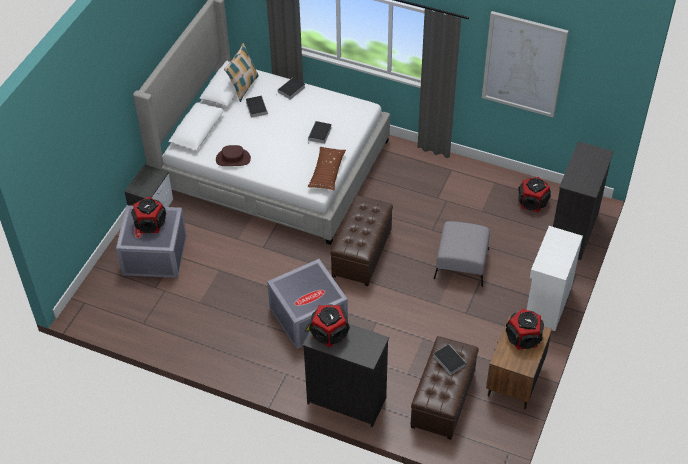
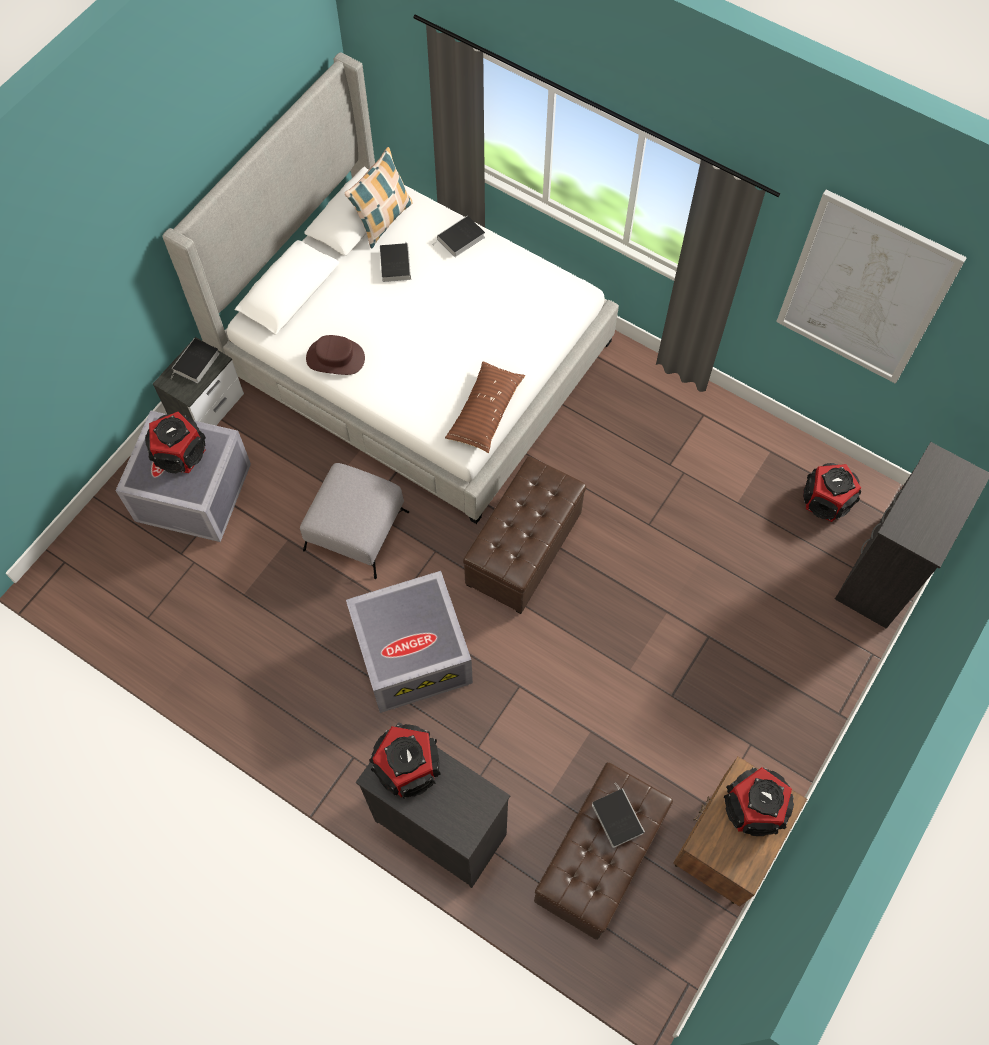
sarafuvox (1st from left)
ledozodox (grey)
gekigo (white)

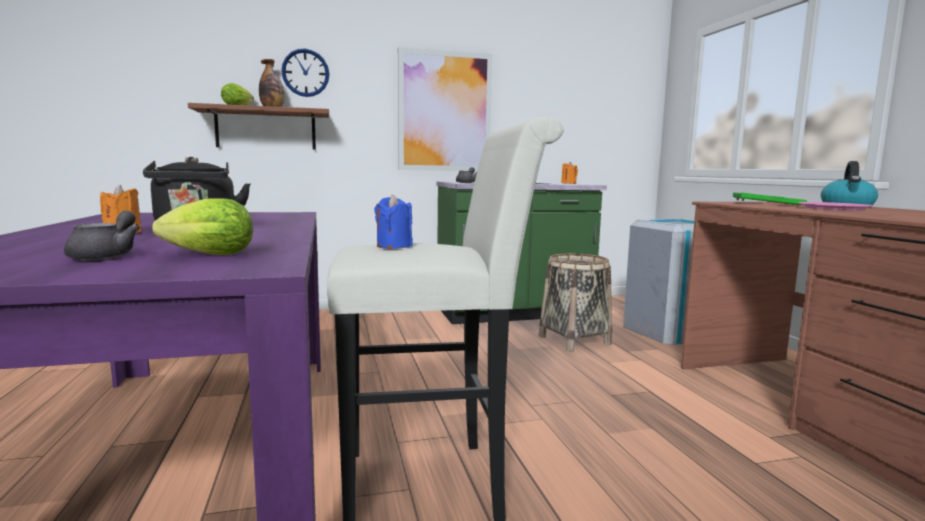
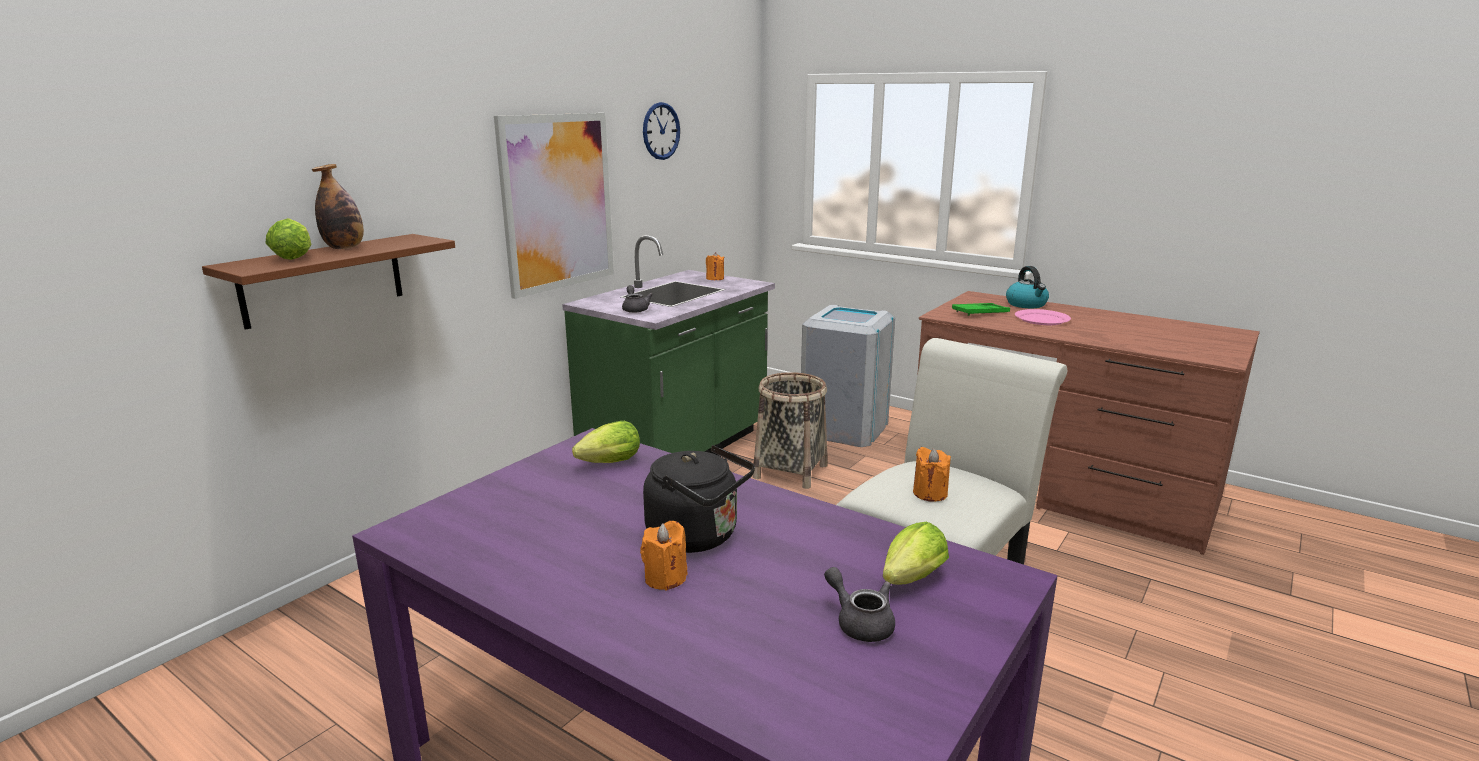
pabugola (2nd from left)
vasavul
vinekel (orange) (3rd from left)

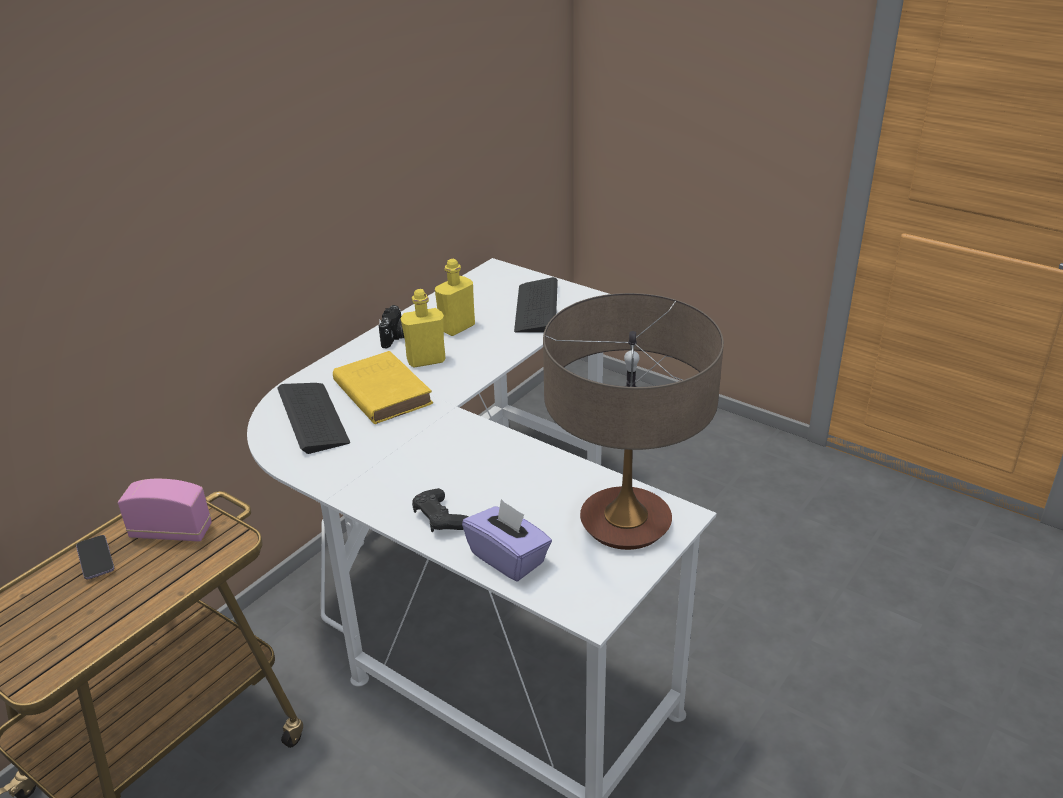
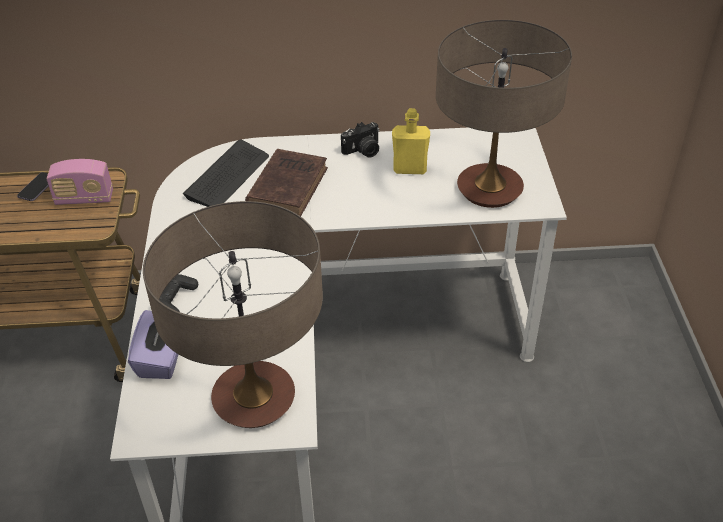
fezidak
sarafuvox (brown)
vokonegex (2nd from left)
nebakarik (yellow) (1st from left in the first image)

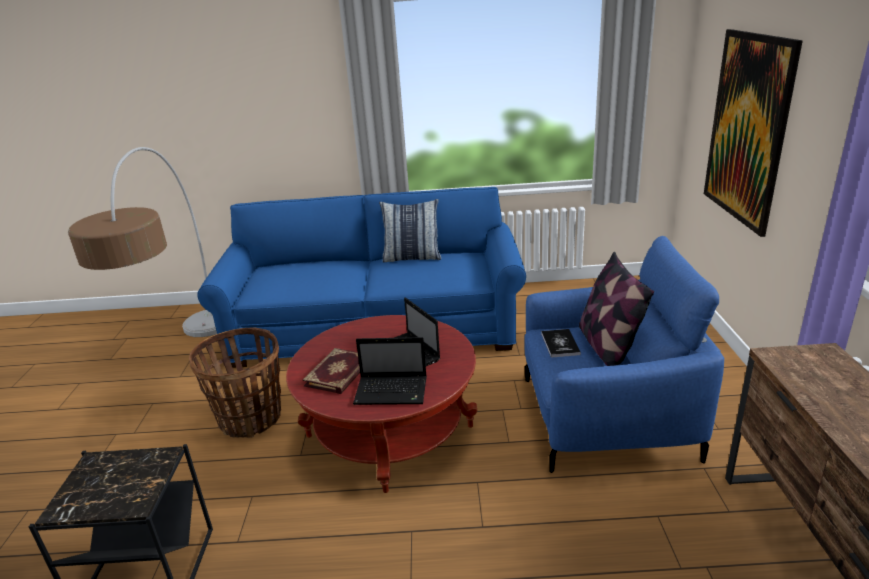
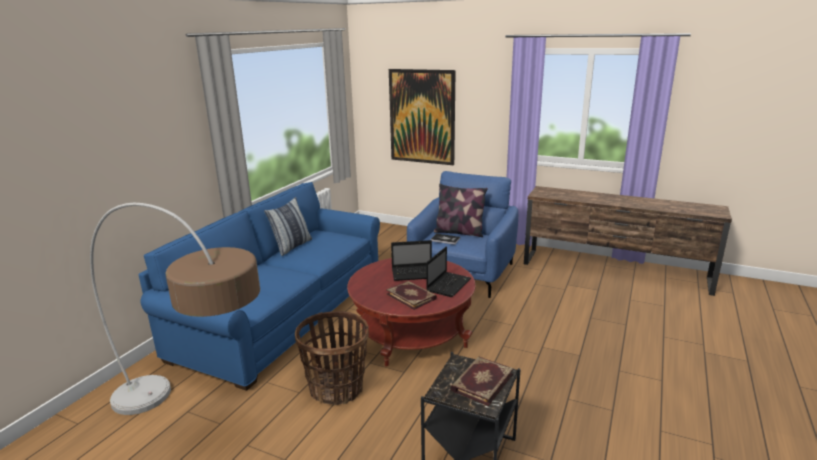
sarafuvox (3rd from left)

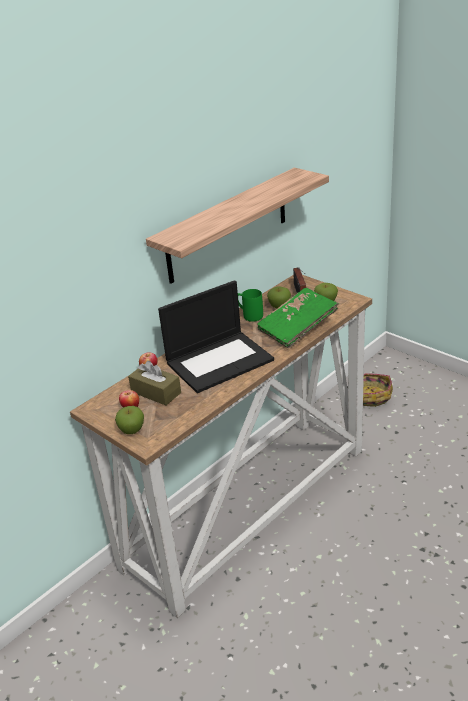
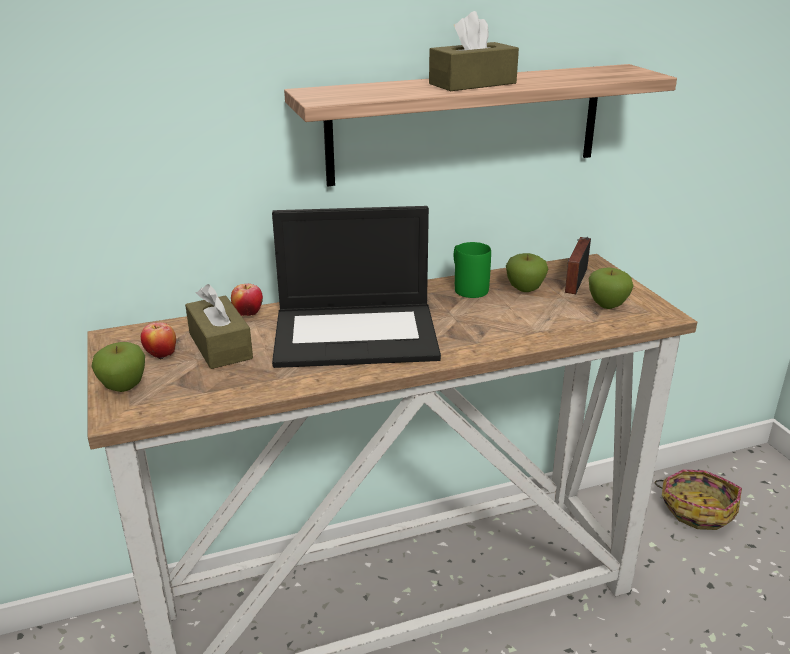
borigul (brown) (2nd from left)
sarafuvox (green)

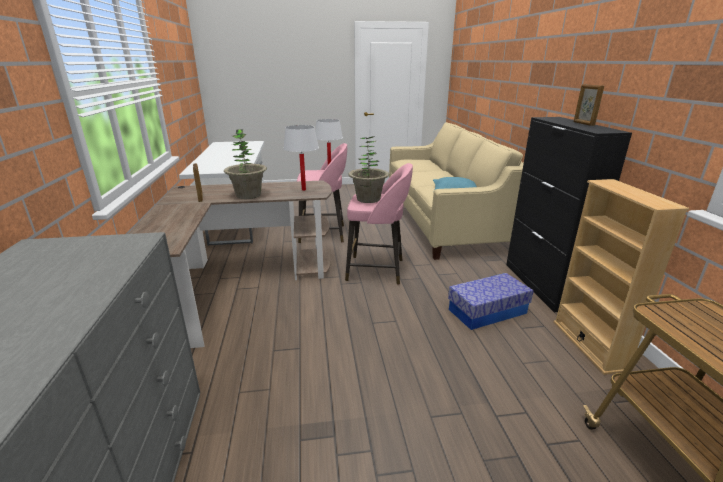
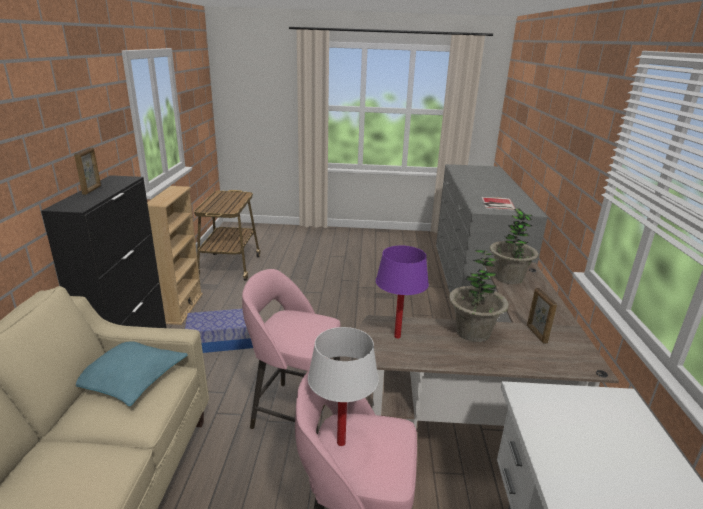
vokonegex (purple)
sarafuvox
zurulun (2nd from left)

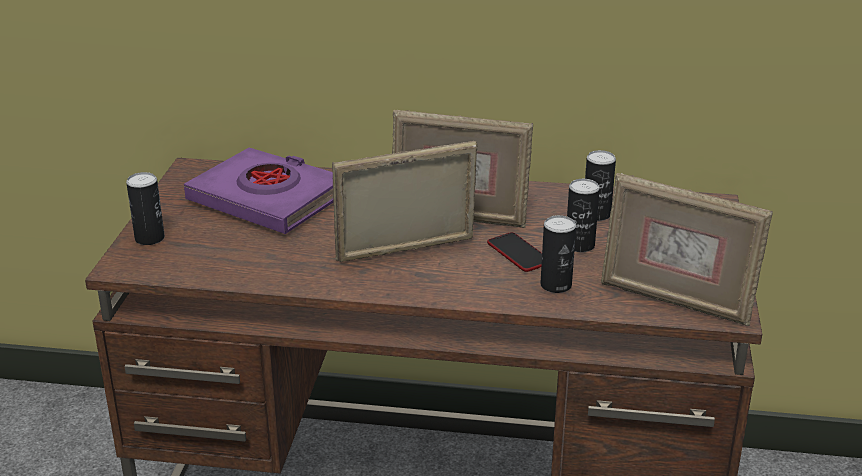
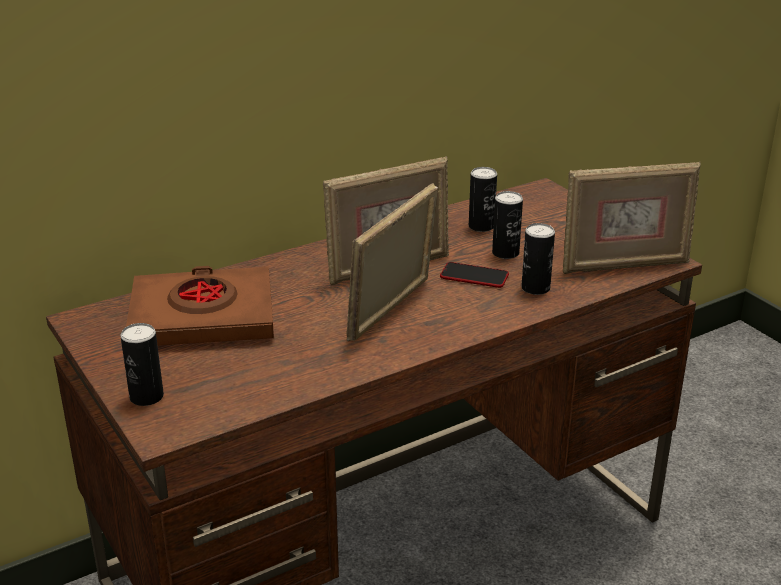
sarafuvox (brown)

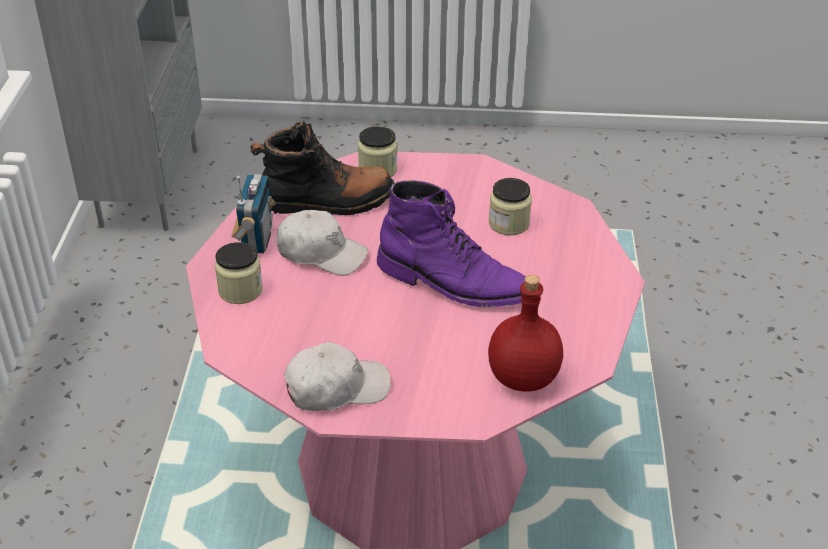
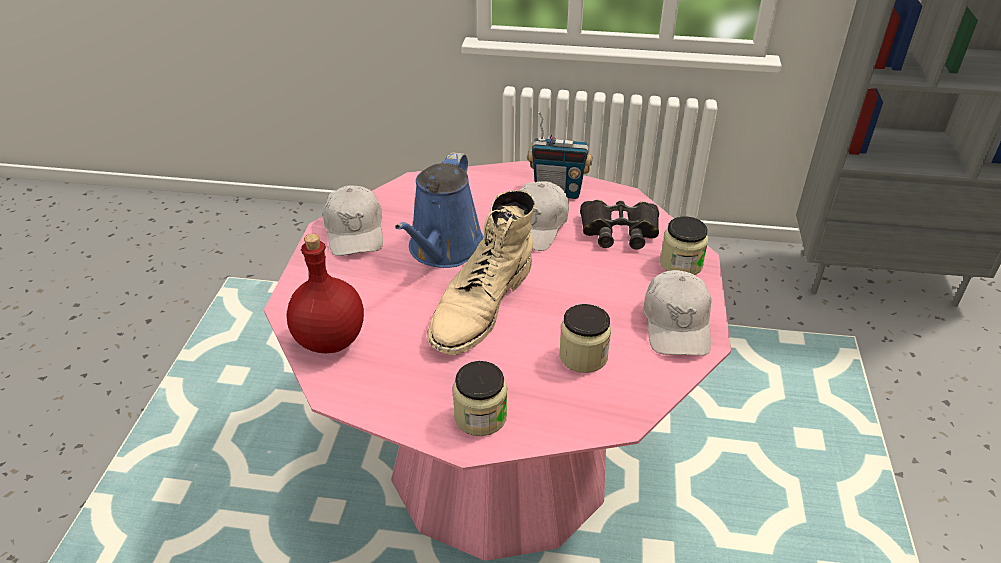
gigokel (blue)
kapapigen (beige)
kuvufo (1st from left)
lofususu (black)
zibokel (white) (3rd from left)

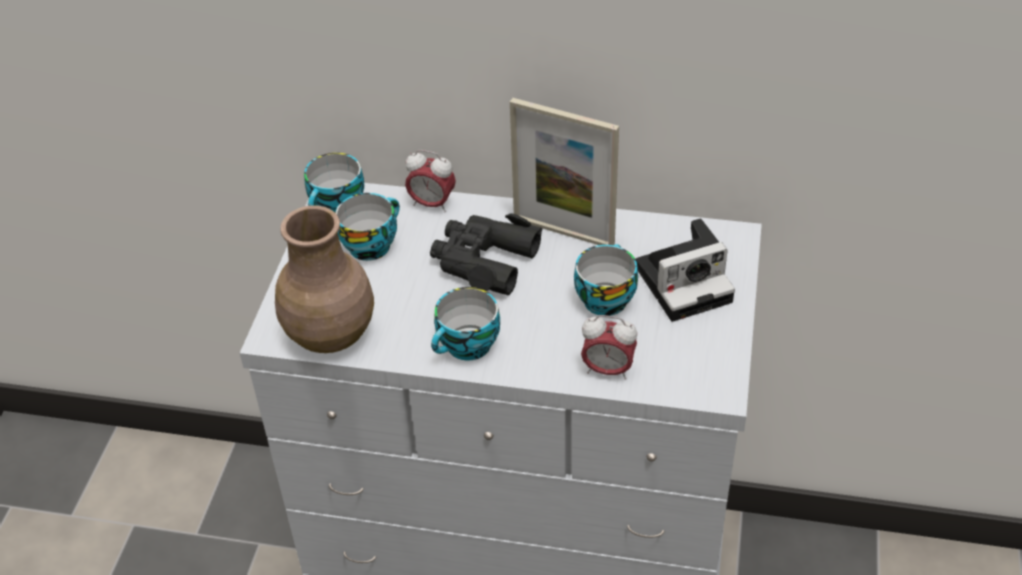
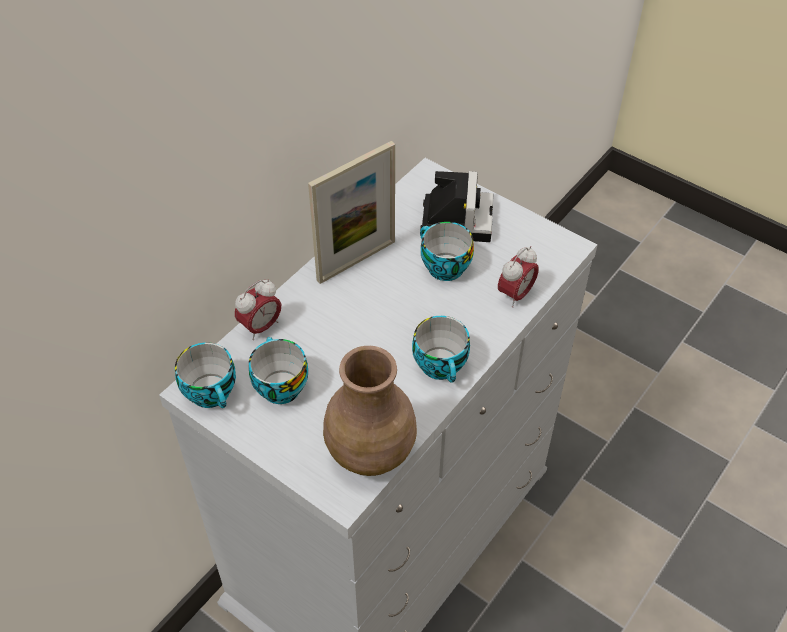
lofususu (black)

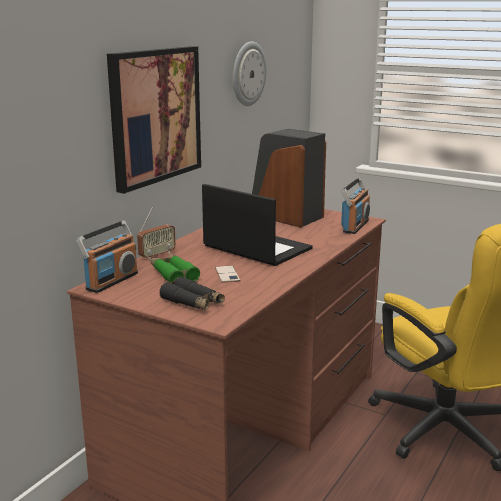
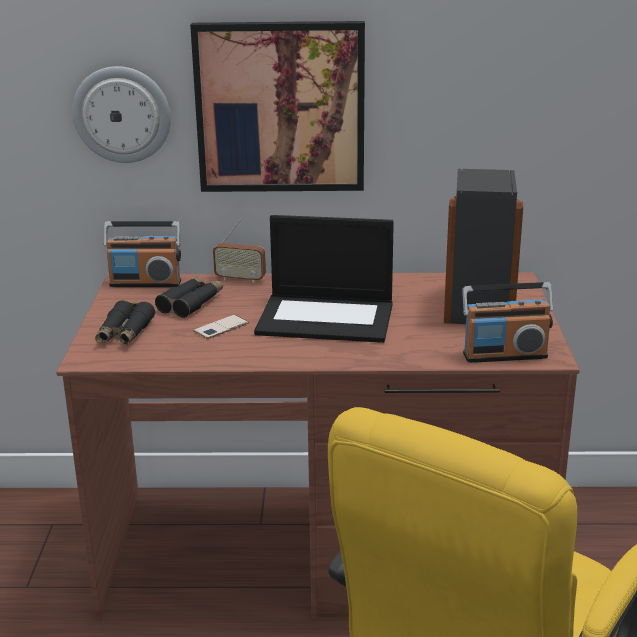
vasavul
lofususu (black) (2nd from left)
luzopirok

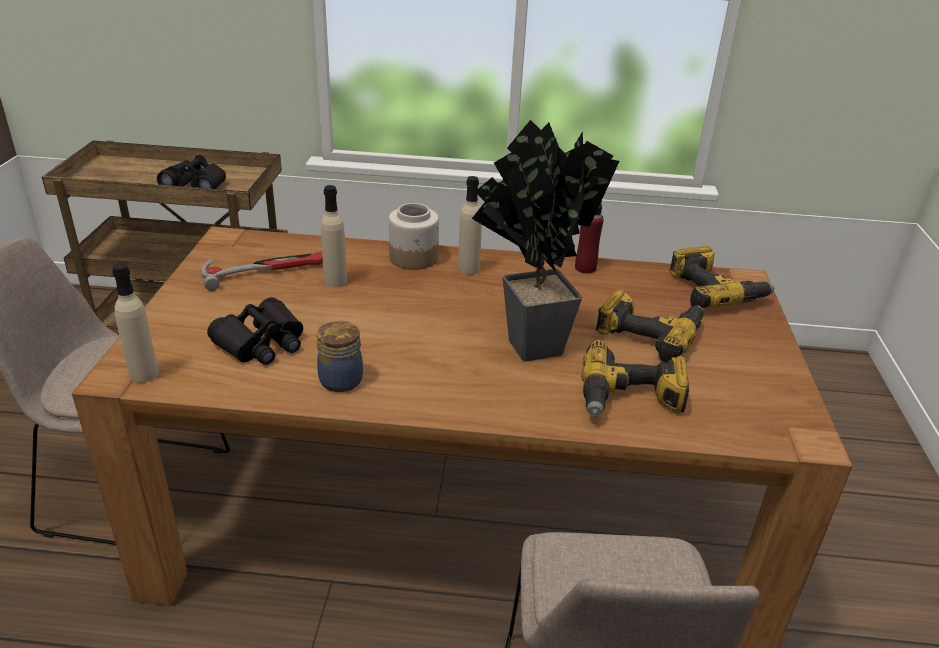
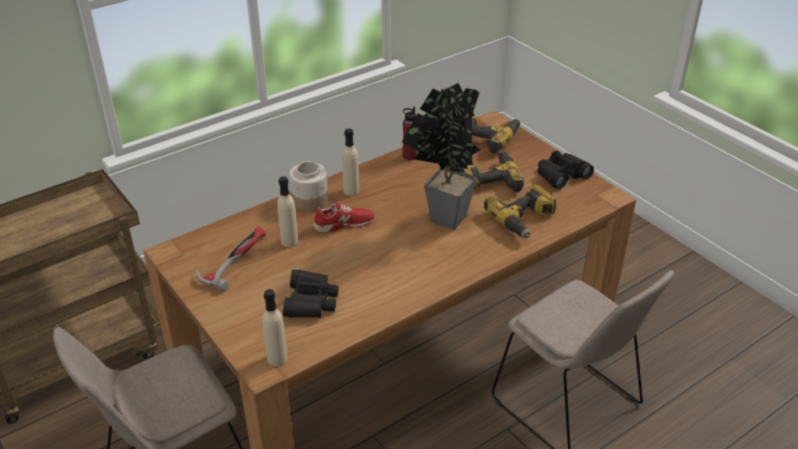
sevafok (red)
lofususu (black) (2nd from left)
kuvufo (1st from left in the first image)

